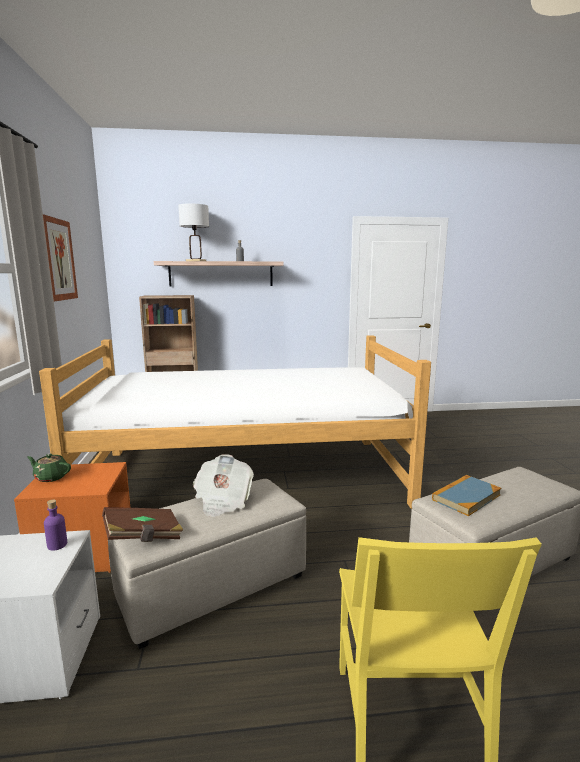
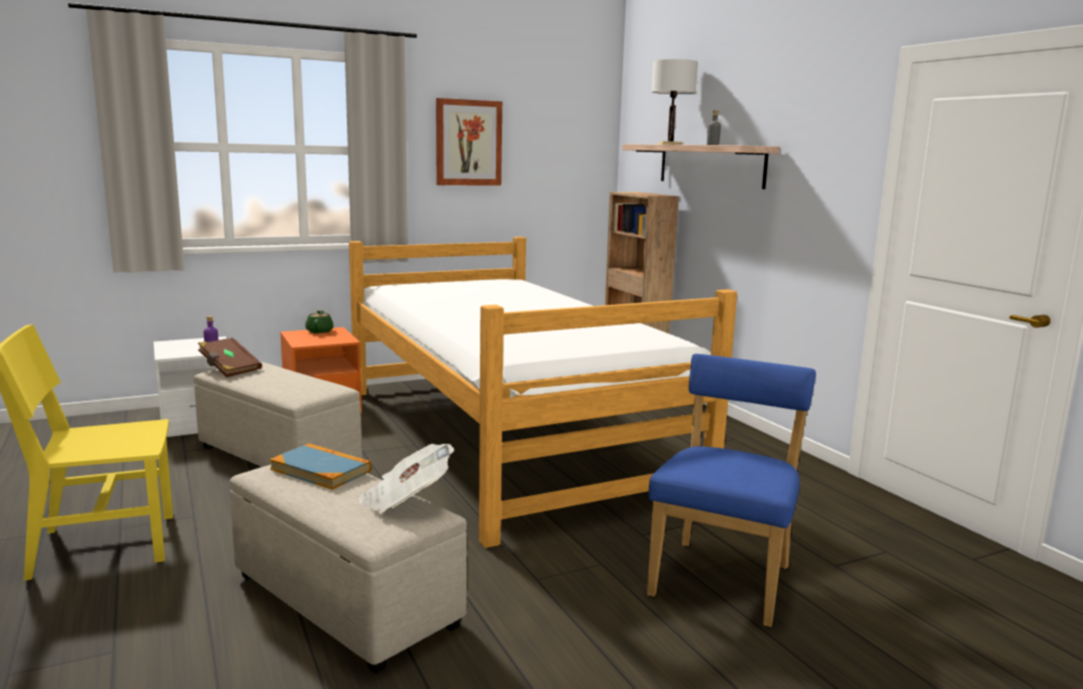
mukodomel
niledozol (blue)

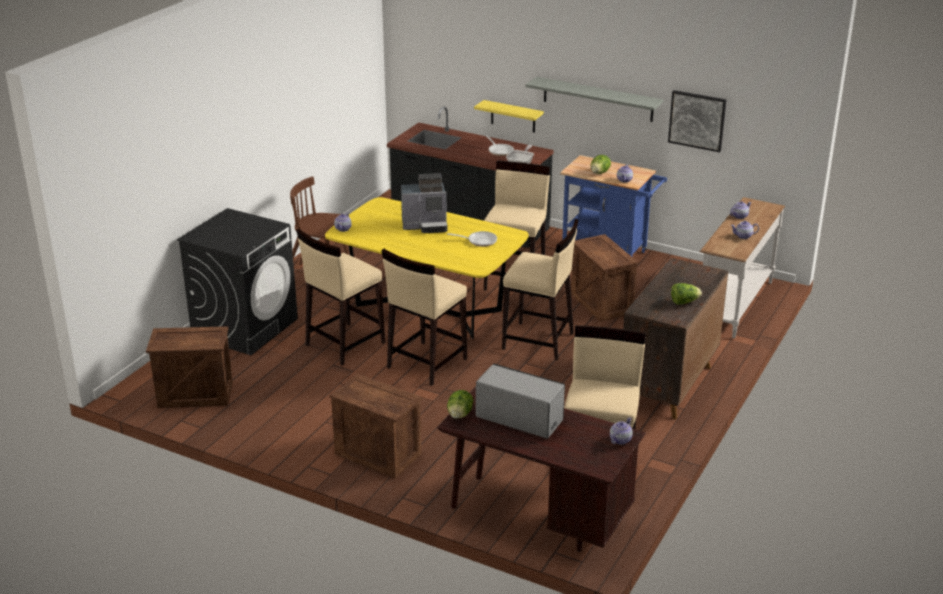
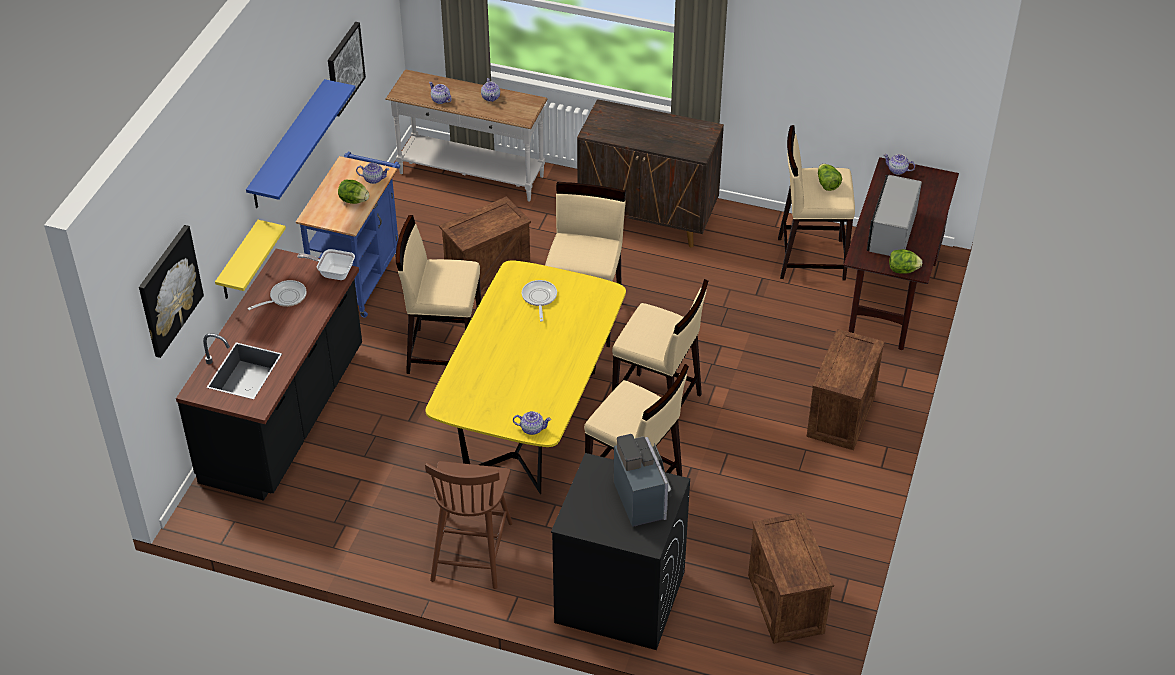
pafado (1st from left)
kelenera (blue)
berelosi
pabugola (2nd from left)

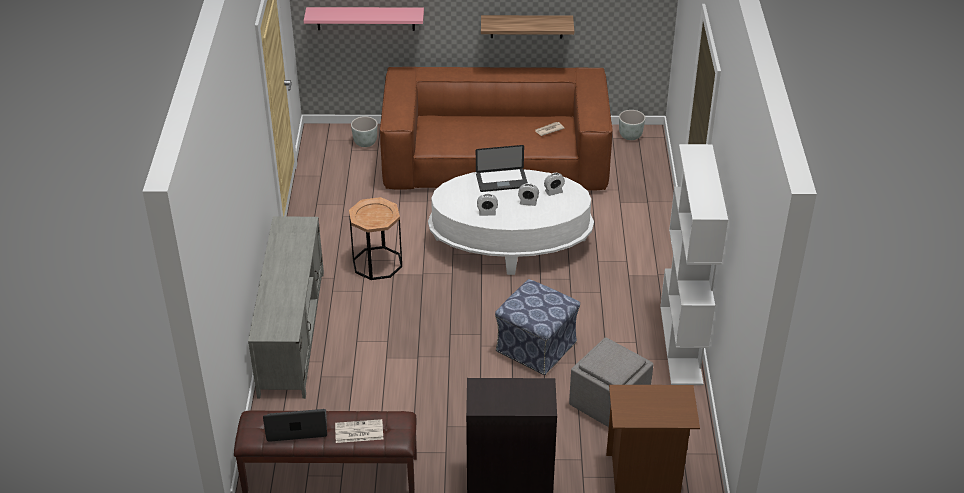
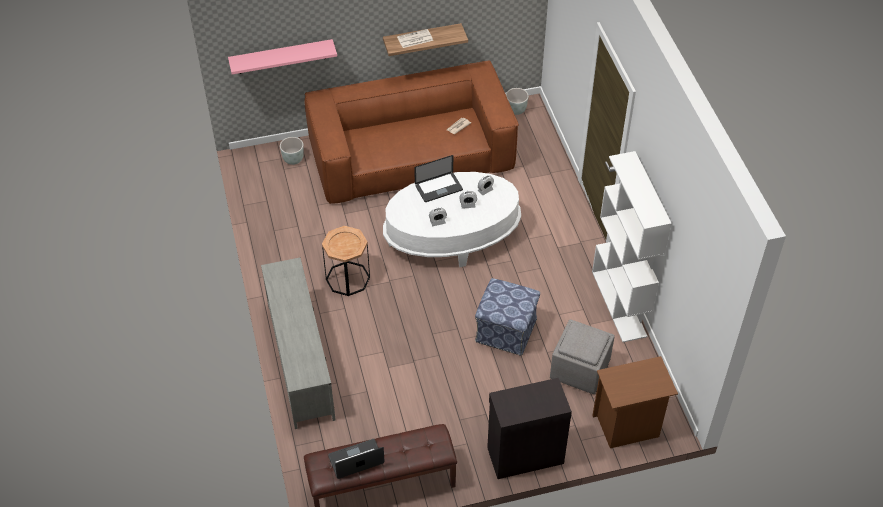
mukodomel (1st from left)

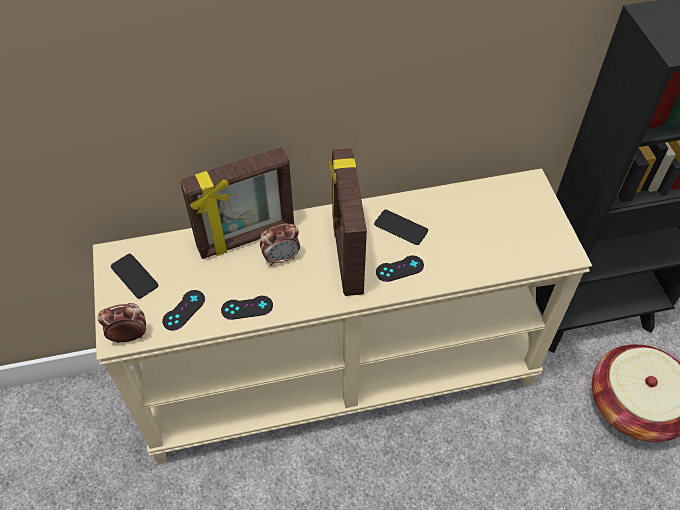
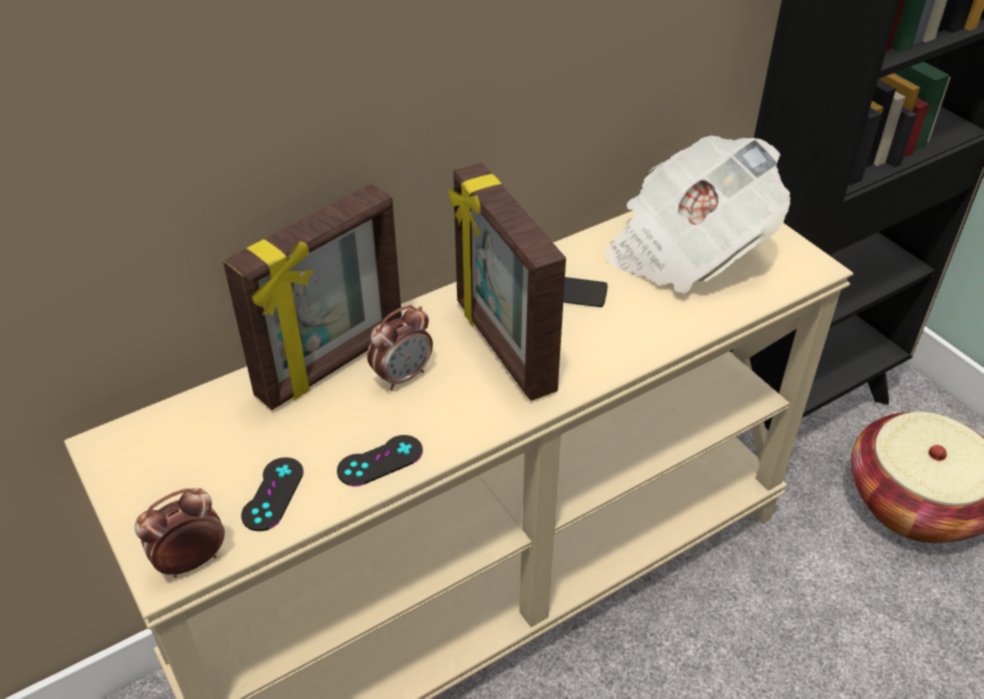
mukodomel
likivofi (1st from left in the first image)
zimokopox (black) (3rd from left in the first image)

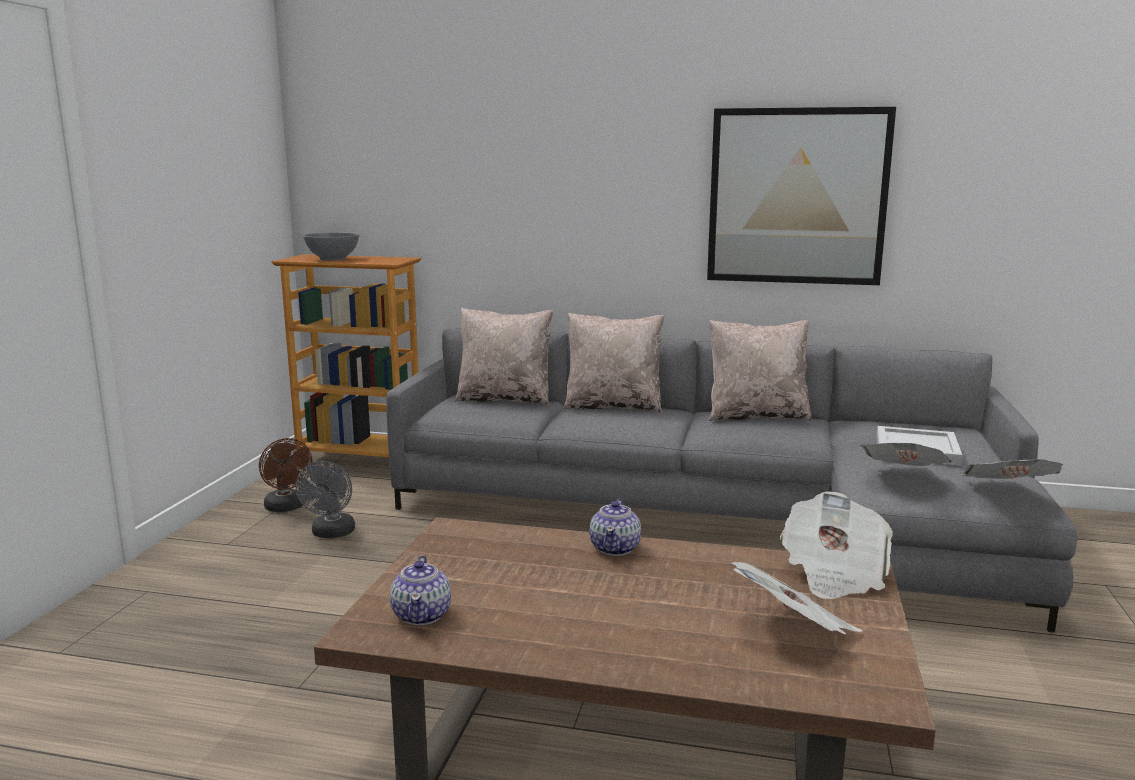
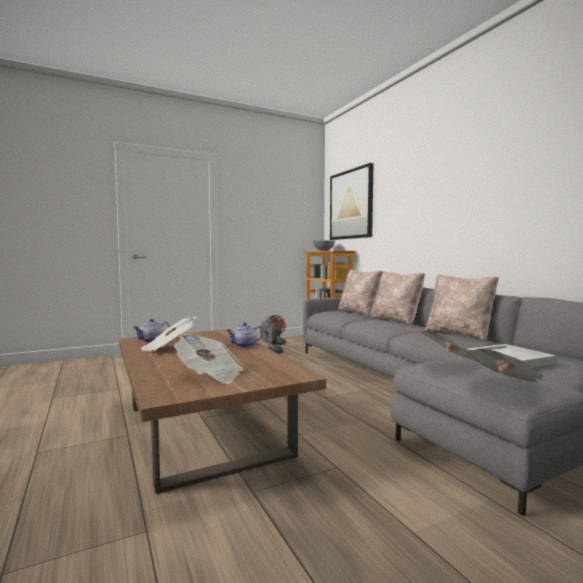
mukodomel (1st from left)
pafado

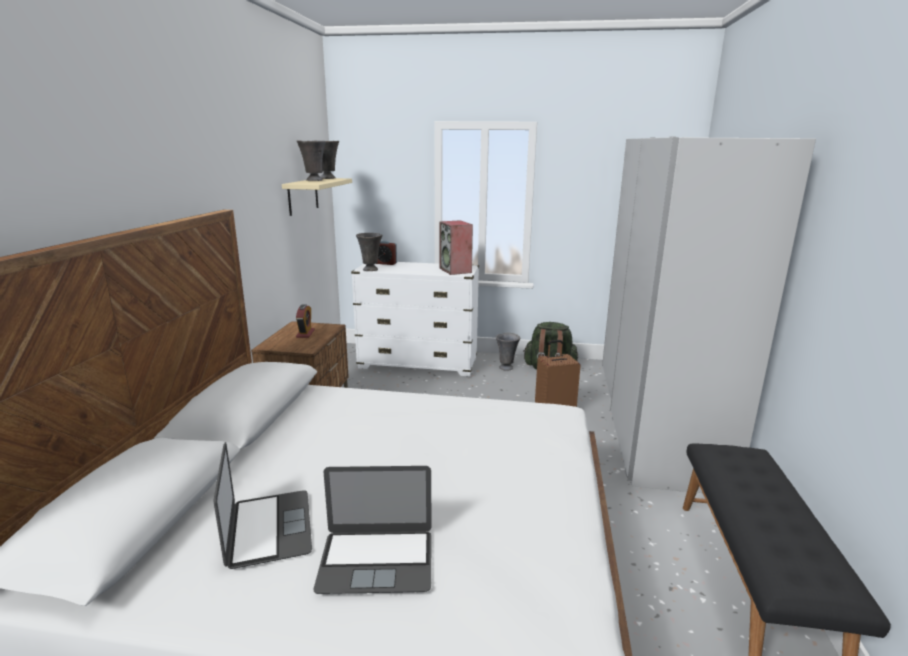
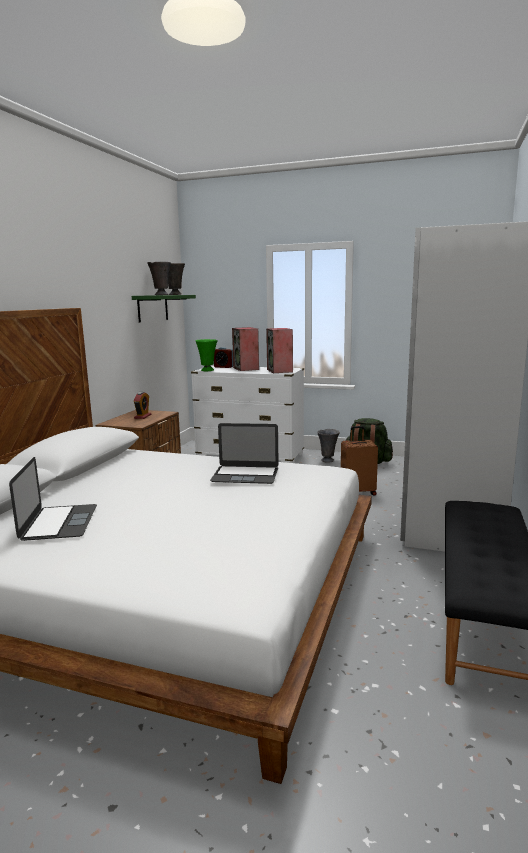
kelenera (green)
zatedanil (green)
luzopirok (2nd from left)
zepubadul (1st from left)

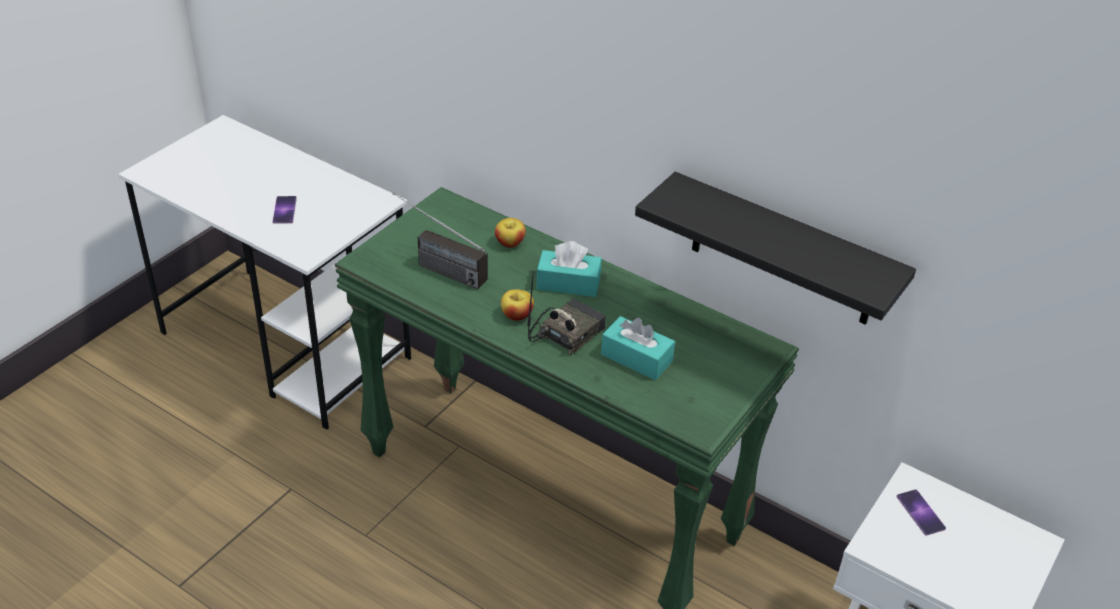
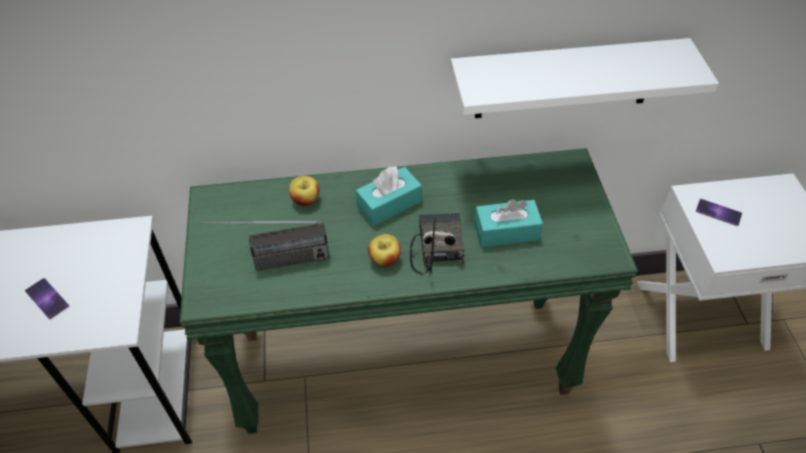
kelenera (white)

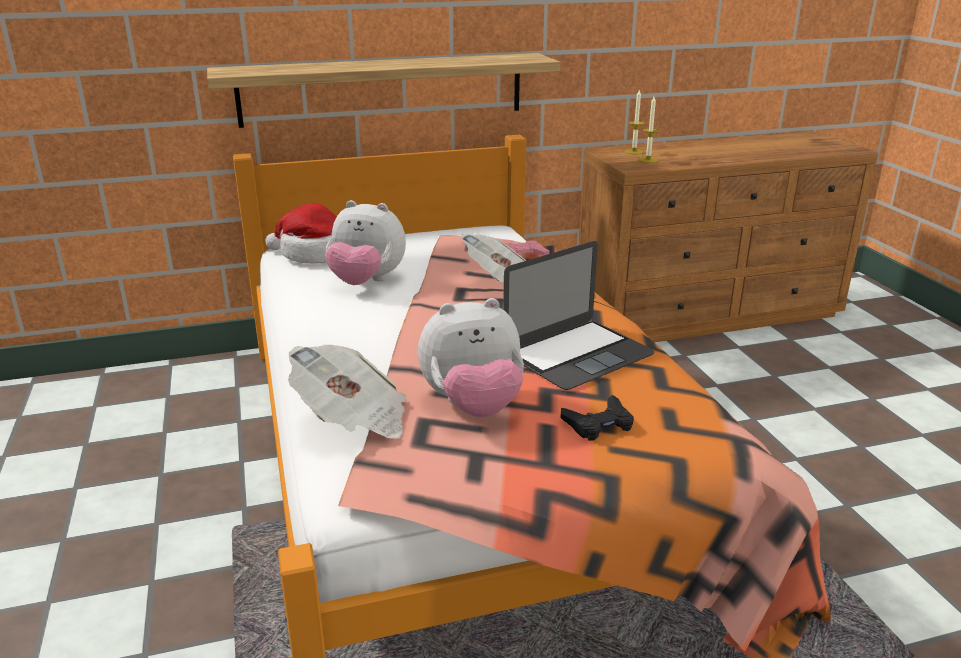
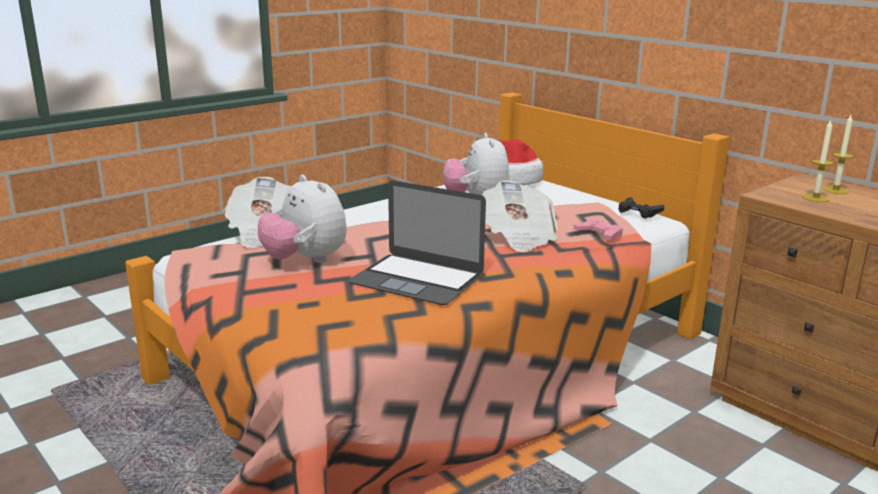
zimokopox (black)
kelenera

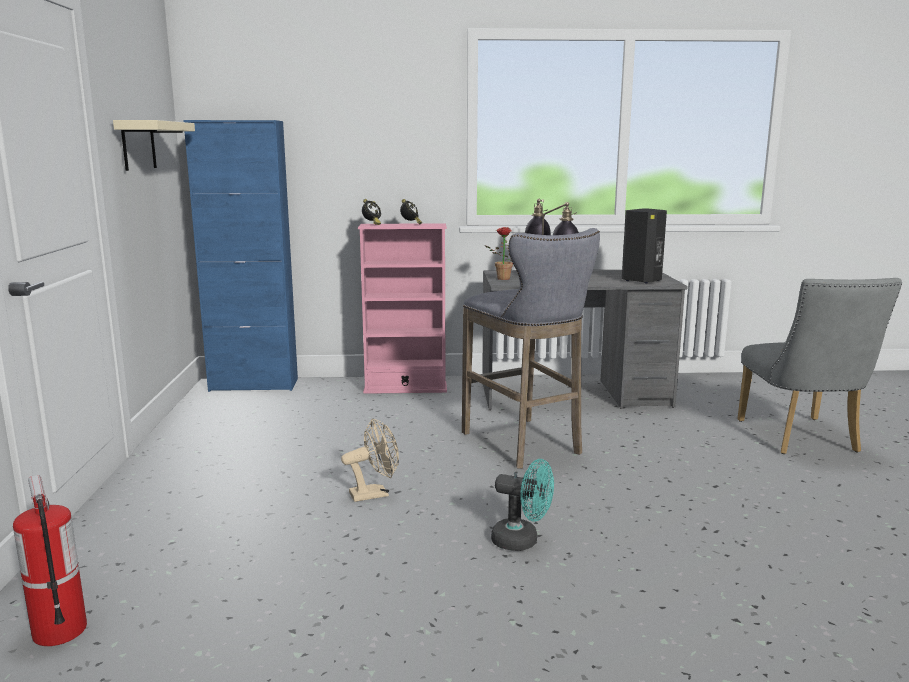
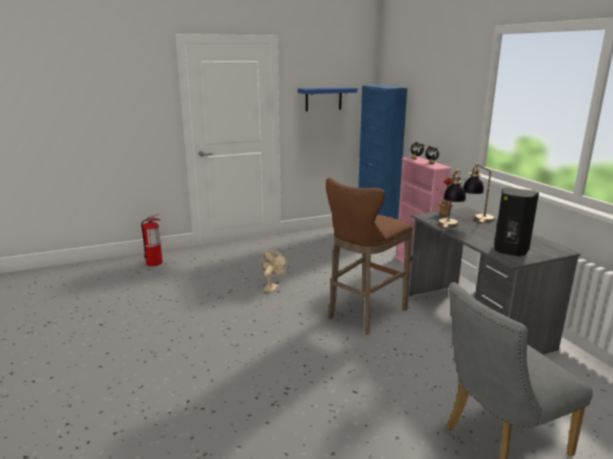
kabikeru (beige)
kelenera (blue)
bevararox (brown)
kabikeru (turquoise)

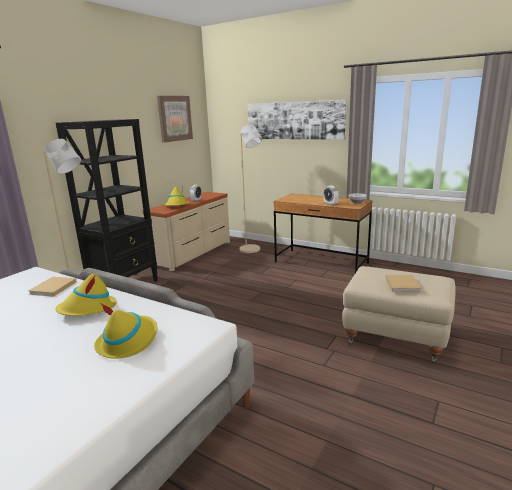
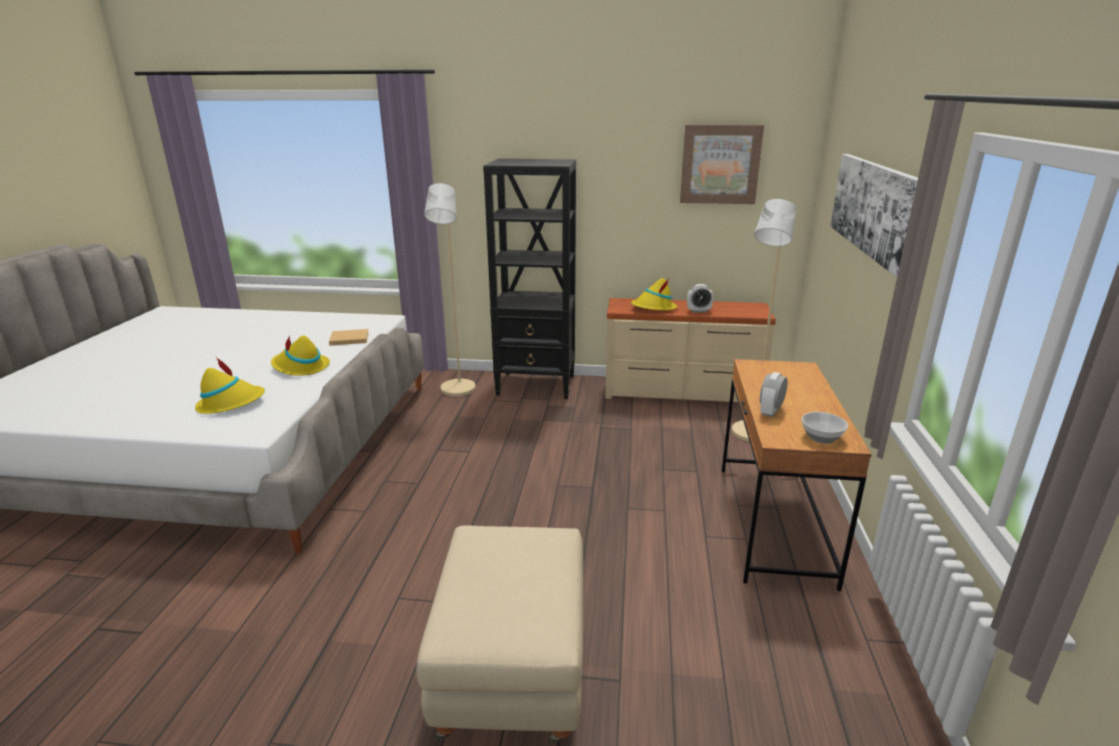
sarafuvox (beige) (2nd from left in the first image)

